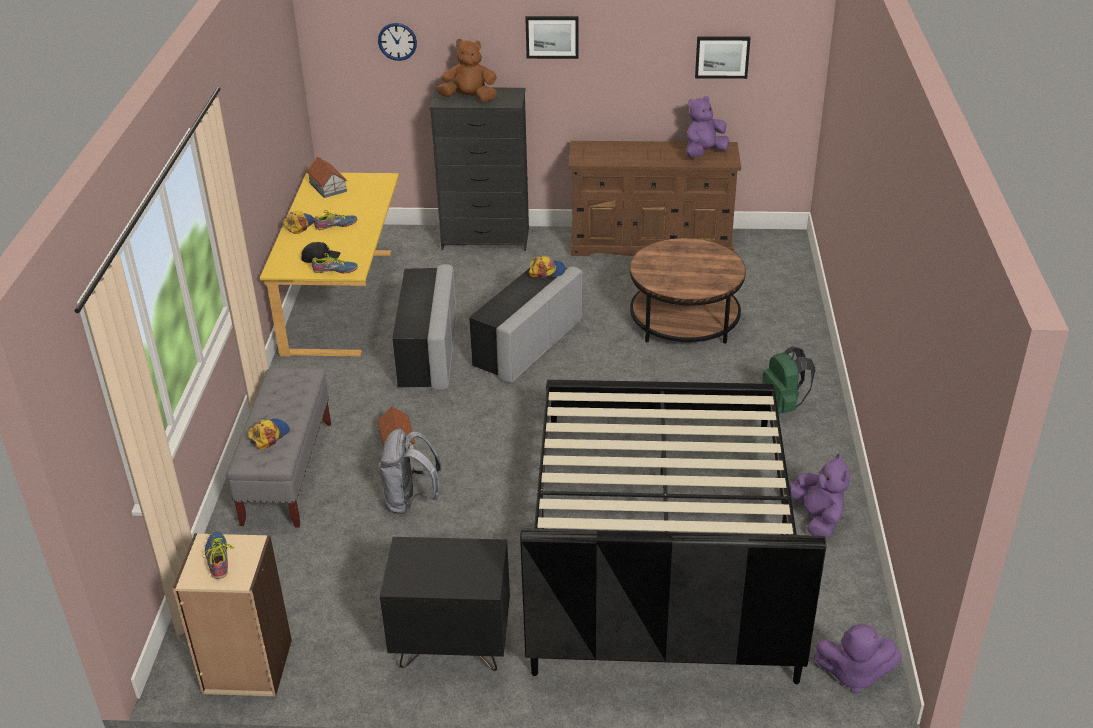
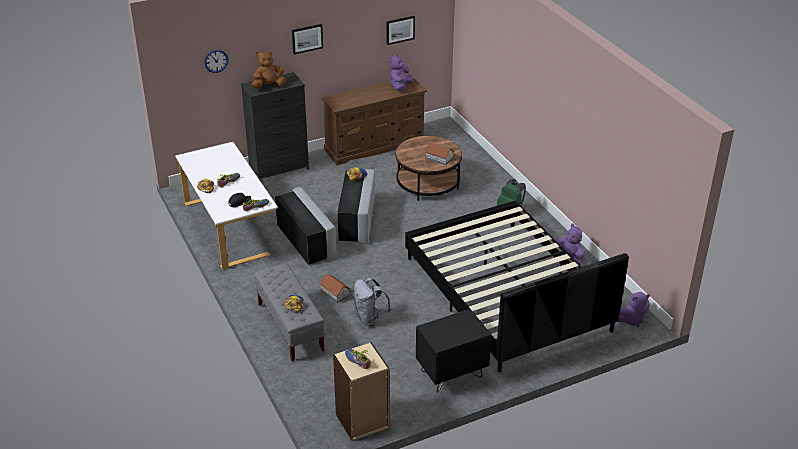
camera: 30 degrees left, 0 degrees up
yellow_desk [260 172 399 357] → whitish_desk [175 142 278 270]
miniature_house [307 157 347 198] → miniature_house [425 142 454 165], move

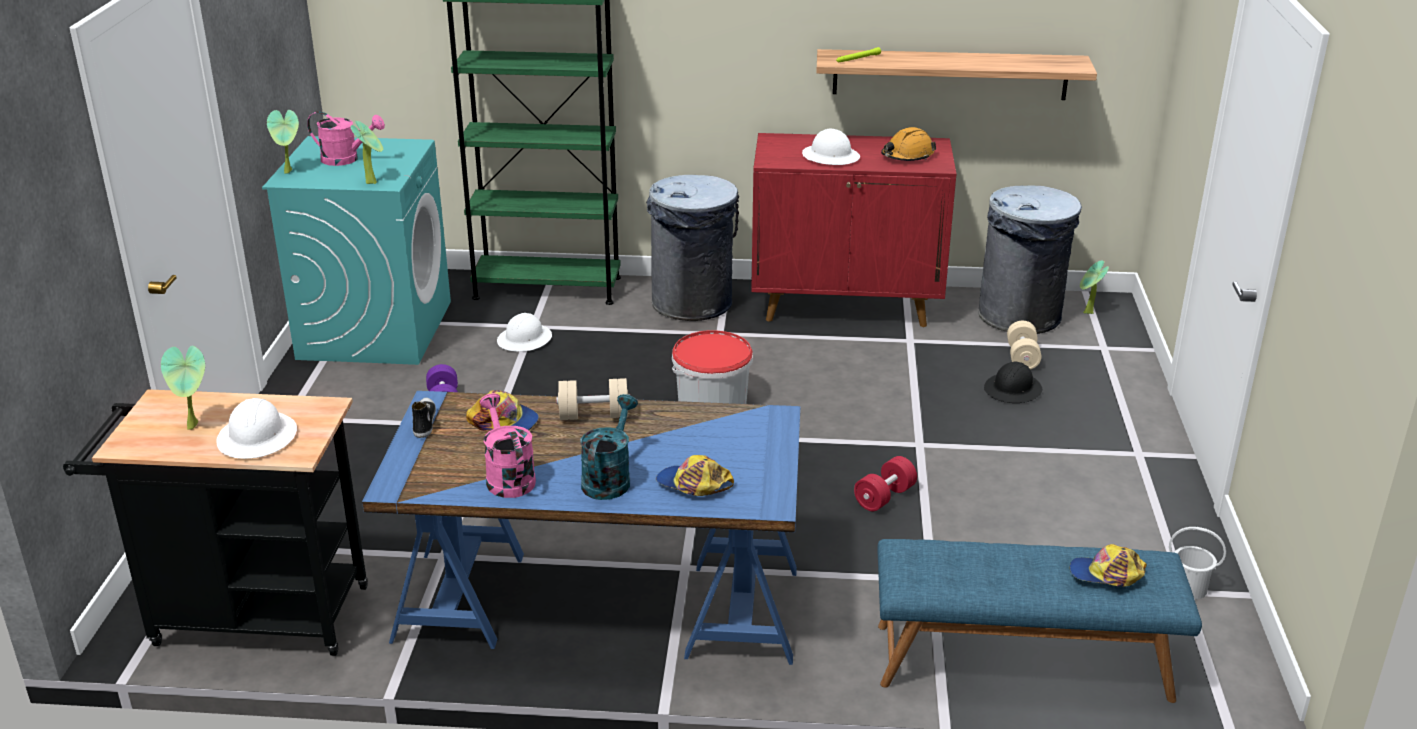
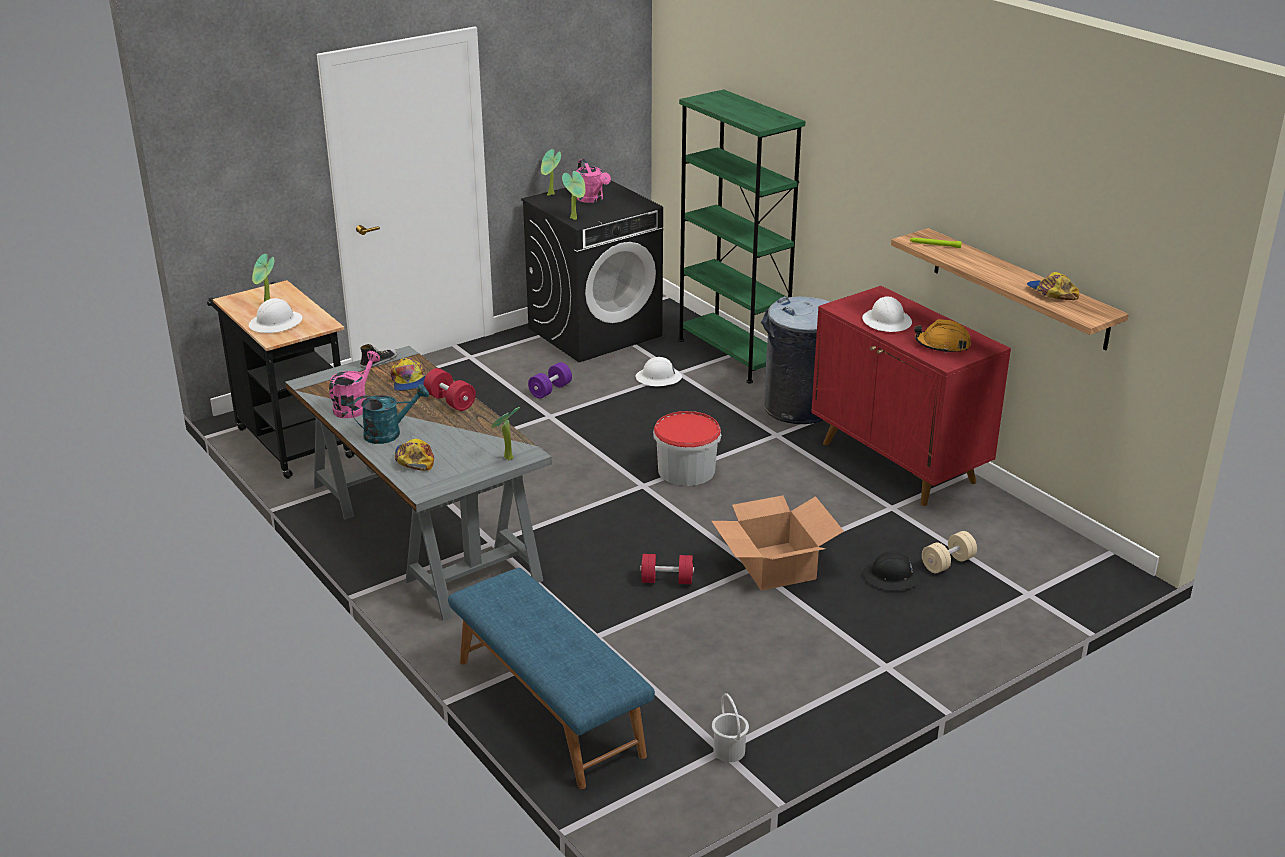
camera: 50 degrees right, 0 degrees up
bluish_desk [362 391 800 665] → greyish_desk [285 346 552 621]
sand-coloured_free_weight [556 378 630 420] → reddish_free_weight [423 368 476 411]
plant_in_a_pot [1080 261 1109 314] → plant_in_a_pot [491 407 520 461], move
turquoise_washing_machine [262 136 451 365] → blackish_washing_machine [521 181 663 362]
- → cardboard_box [711 495 844 591]
baseball_cap [1070 544 1147 586] → baseball_cap [1027 272 1079 300], move
greyish_trash_can [978 185 1082 334] → -

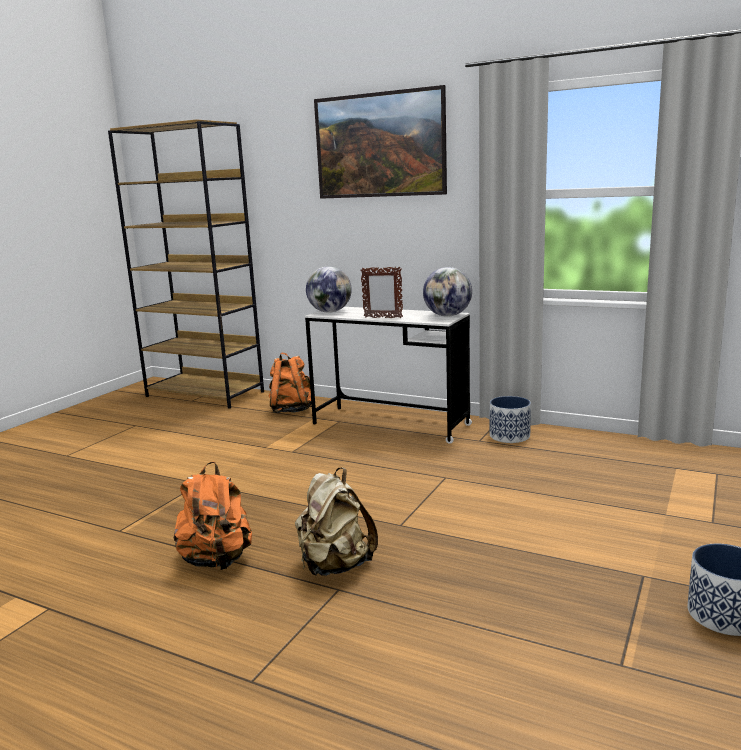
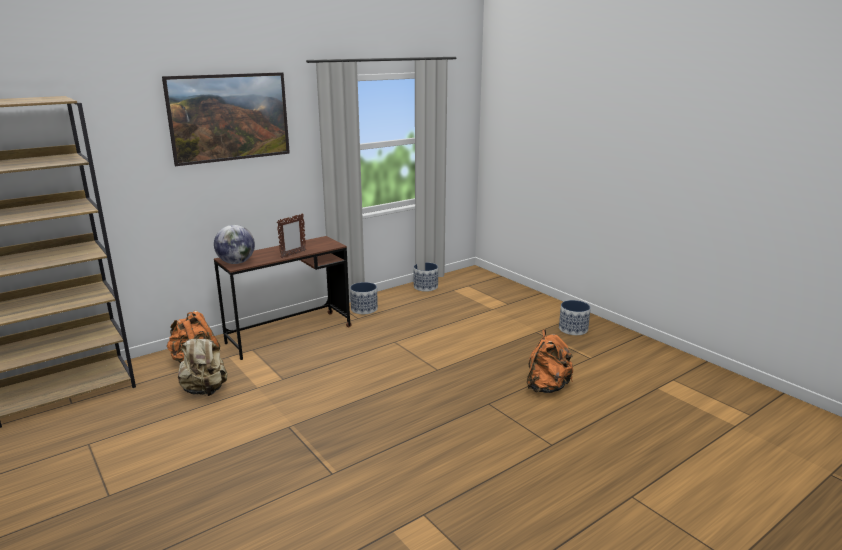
camera: 65 degrees left, 5 degrees up
sand-coloured_rucksack [295 468 378 576] → sand-coloured_rucksack [178 331 227 396], move
whitish_desk [305 307 472 444] → brown_desk [214 236 352 360]
- → plant_pot [414 262 438 292]
orange_rucksack [174 461 252 570] → orange_rucksack [527 329 573 393], move
globe [423 267 472 317] → -

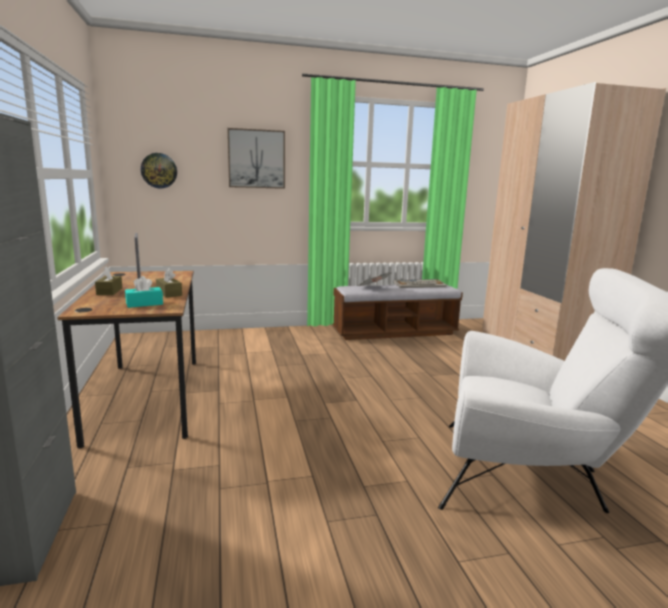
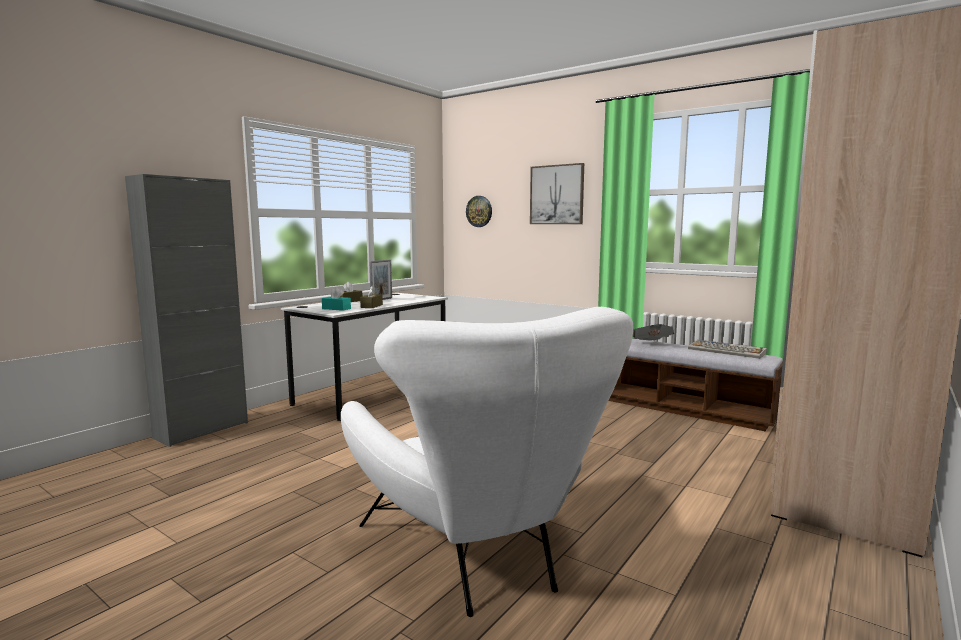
camera: 50 degrees right, 5 degrees down
brown_desk [57 271 196 449] → whitish_desk [281 293 448 421]

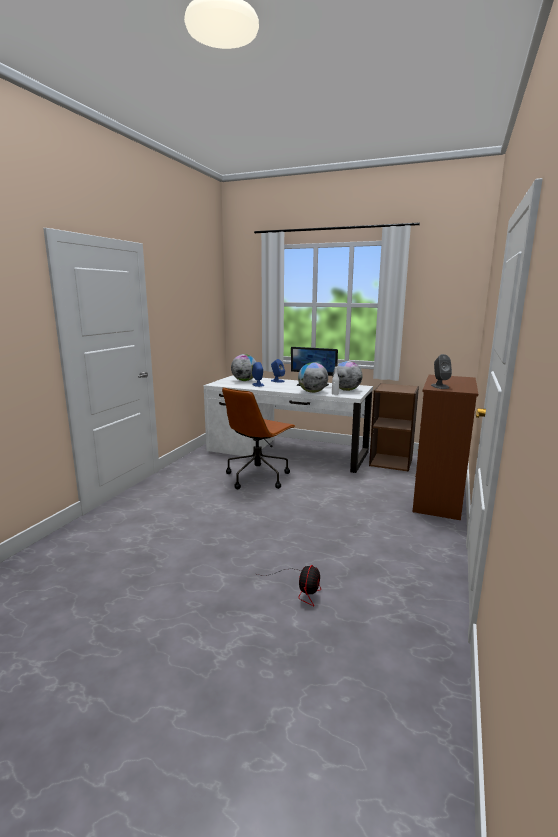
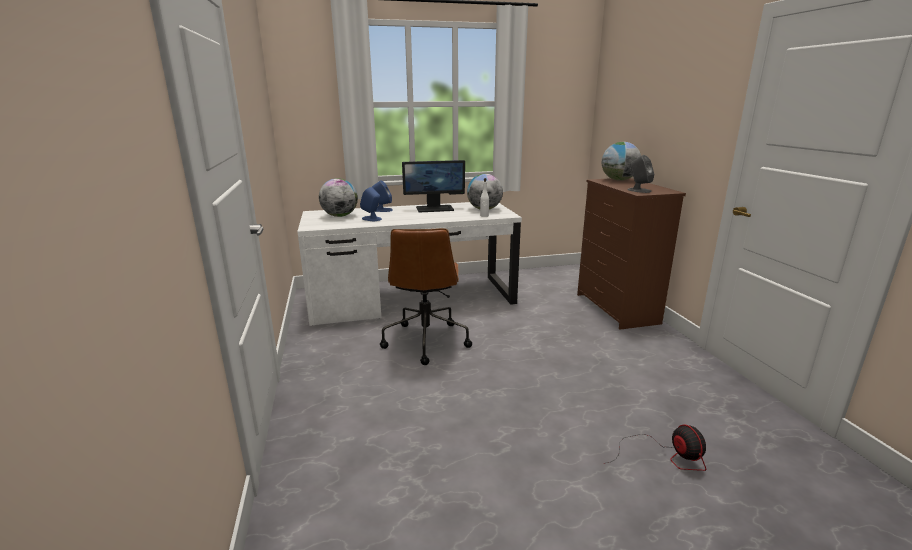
camera: 35 degrees left, 5 degrees up
globe [298 362 328 393] → globe [602 142 641 181], move
brown_shelving_unit [369 383 419 472] → -

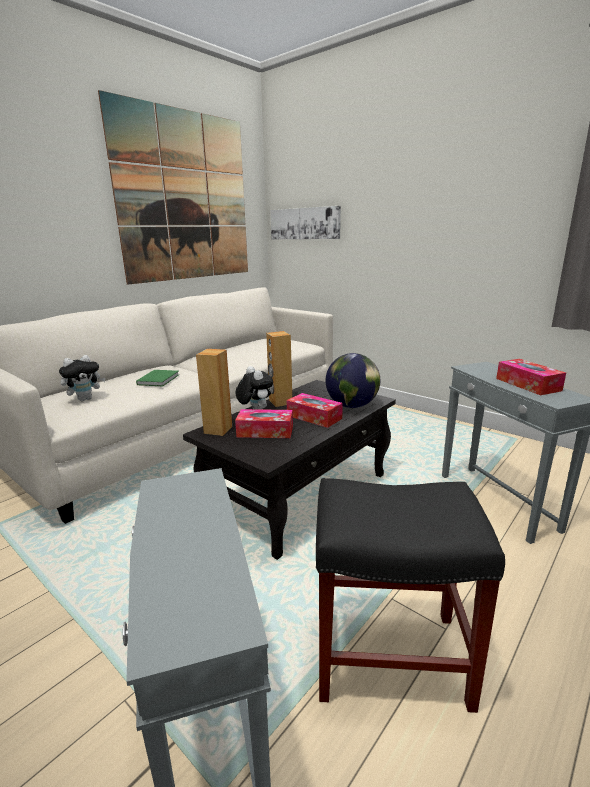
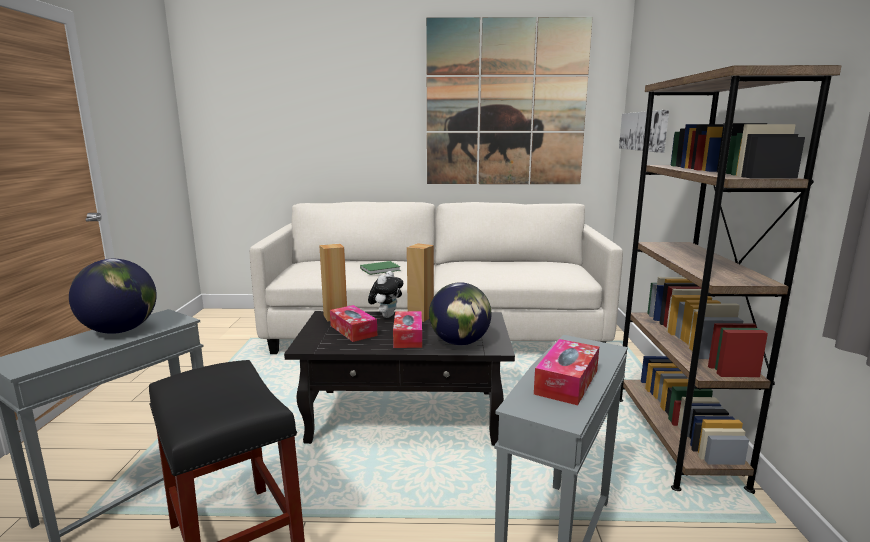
camera: 50 degrees right, 5 degrees down
- → globe [69 259 157 334]
- → brown_shelving_unit [619 65 842 494]
cuddly_toy [59 355 105 401] → -

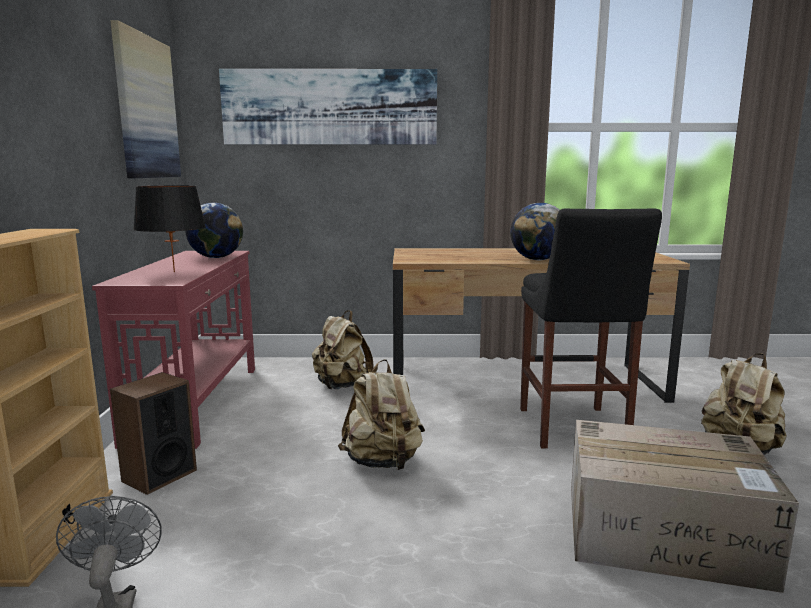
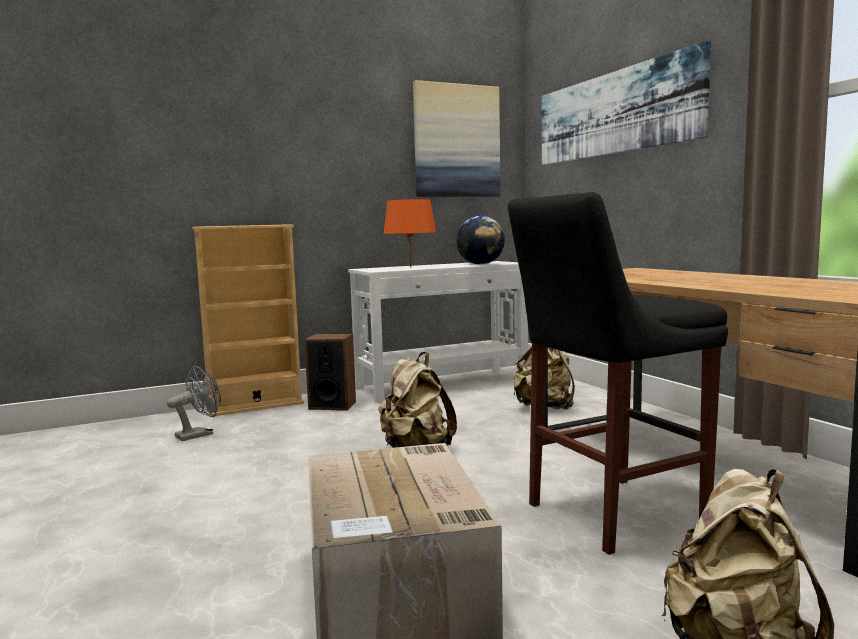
camera: 65 degrees right, 5 degrees down
reddish_narrow_table [92 251 255 449] → whitish_narrow_table [348 261 528 403]
blackish_tabletop_lamp [133 185 206 272] → orange_tabletop_lamp [383 199 436 268]
globe [510 203 560 260] → -

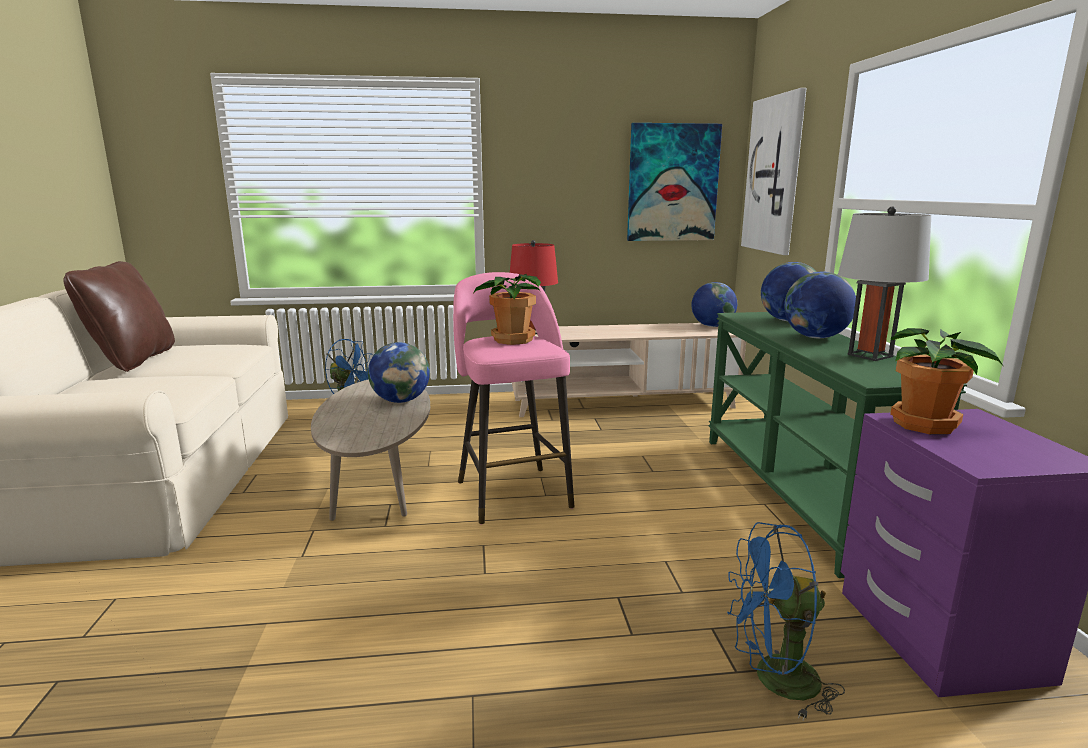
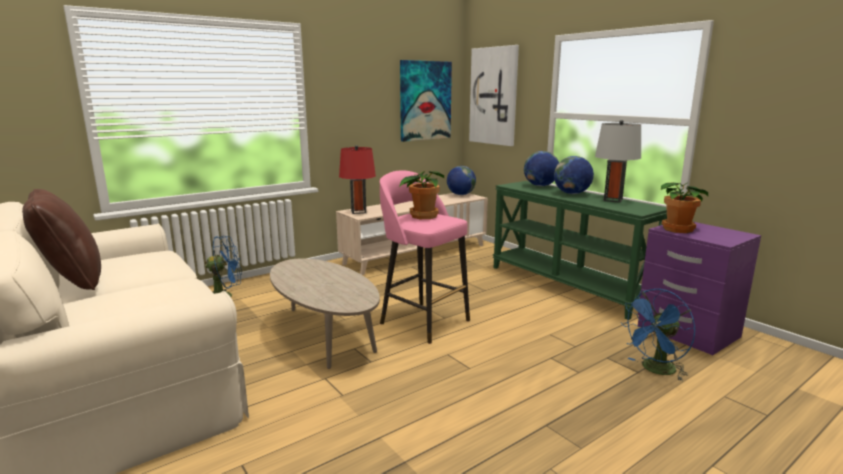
camera: 30 degrees left, 0 degrees up
globe [368 342 430 403] → -

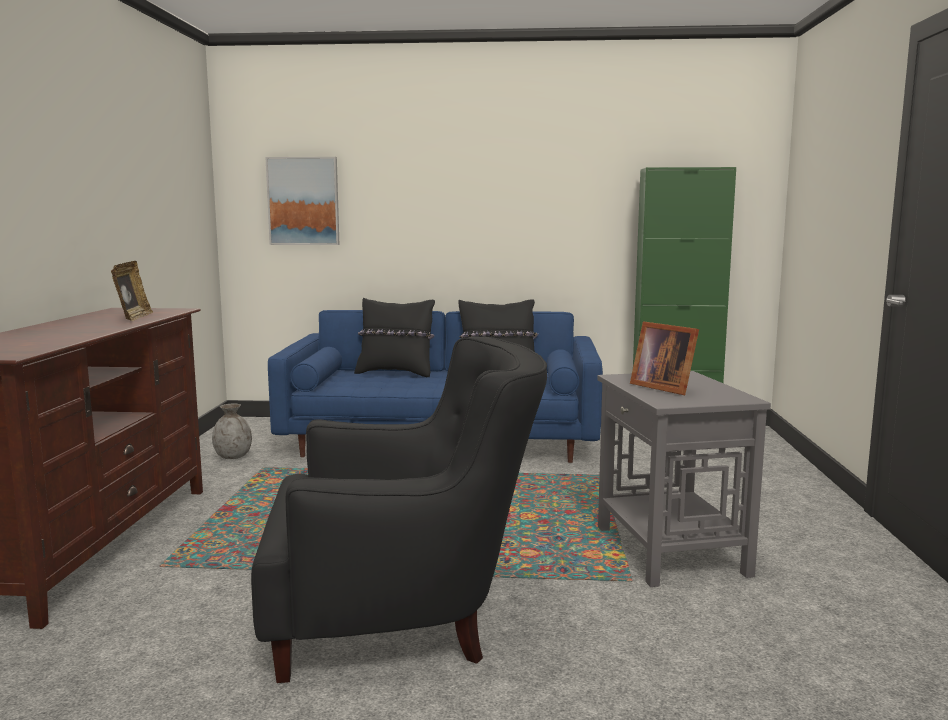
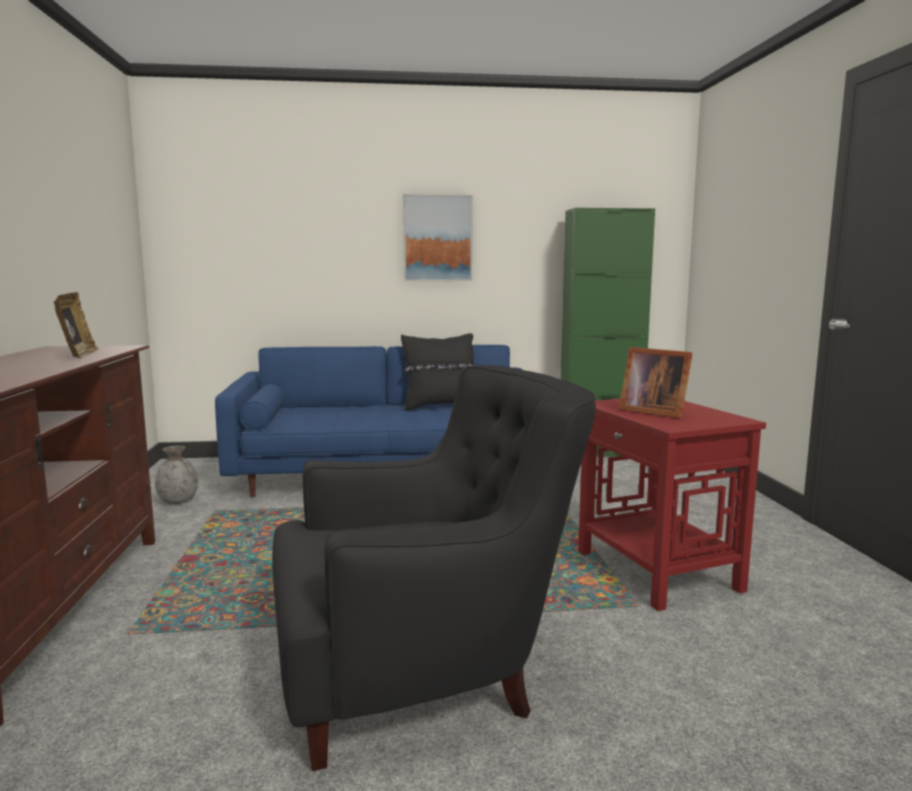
camera: 10 degrees left, 0 degrees up
wall_picture [265 157 339 245] → wall_picture [403 194 473 281], move
greyish_end_table [597 371 771 587] → reddish_end_table [578 398 766 611]
blackish_pillow [354 298 435 377] → -

